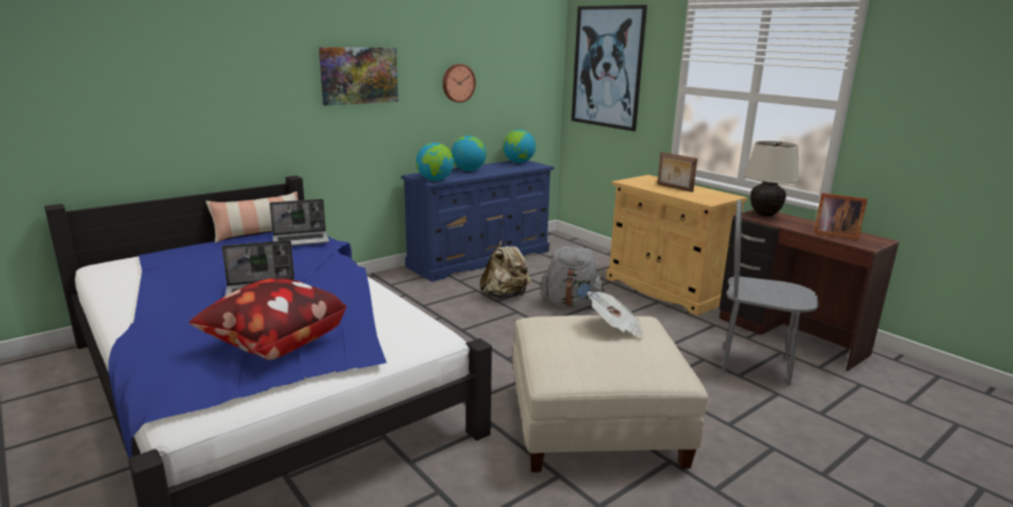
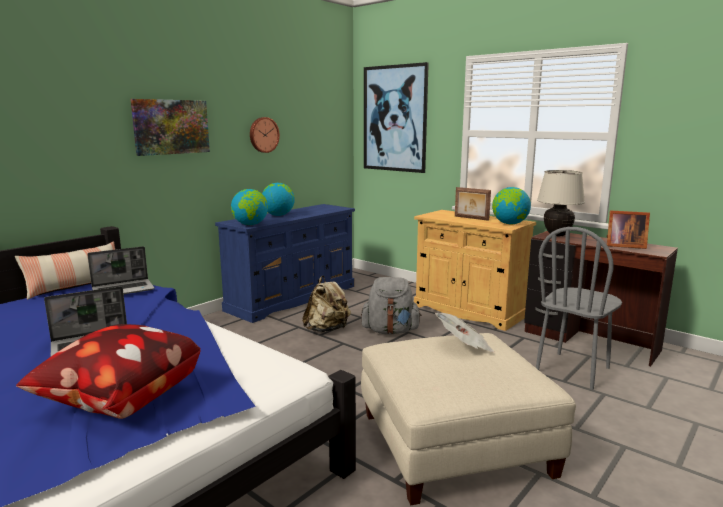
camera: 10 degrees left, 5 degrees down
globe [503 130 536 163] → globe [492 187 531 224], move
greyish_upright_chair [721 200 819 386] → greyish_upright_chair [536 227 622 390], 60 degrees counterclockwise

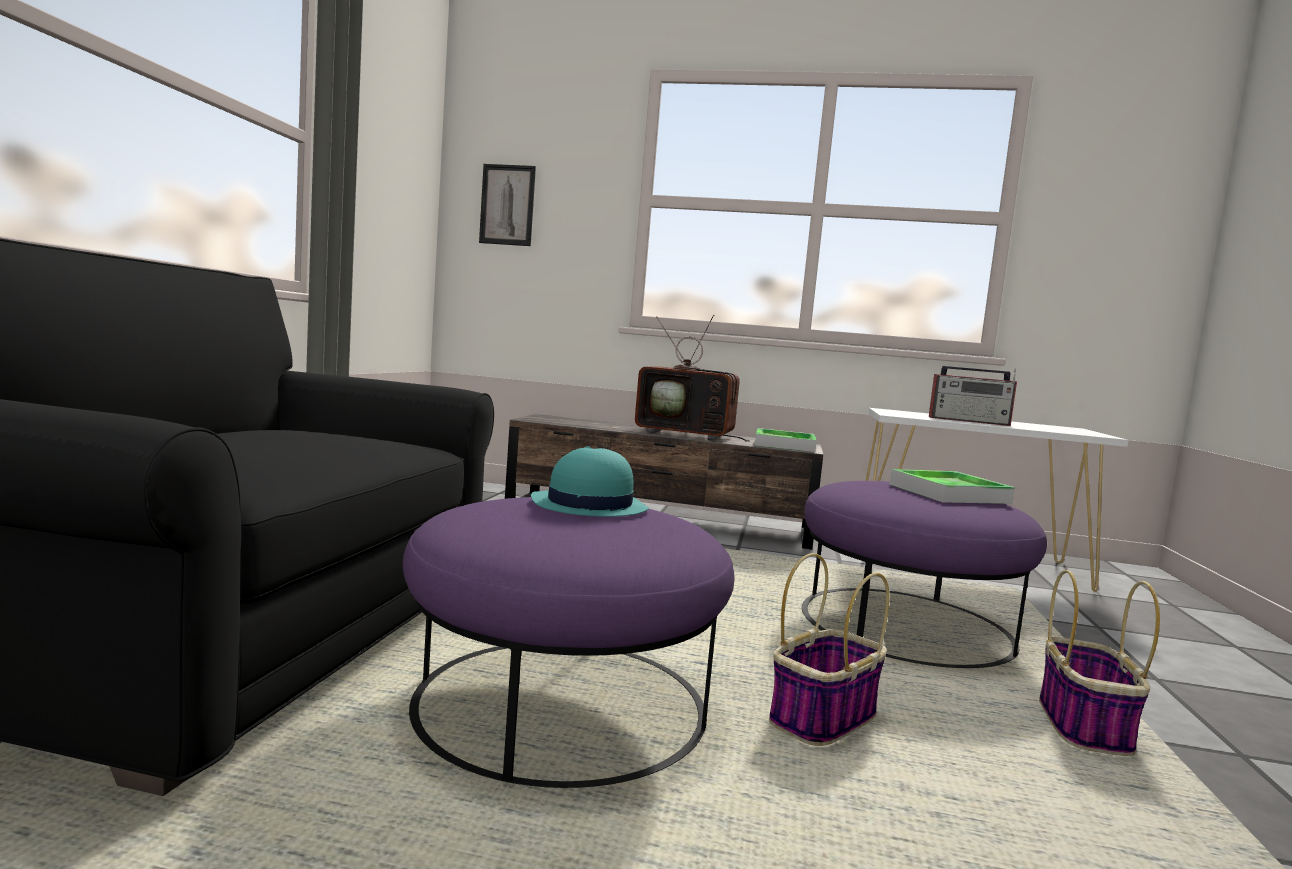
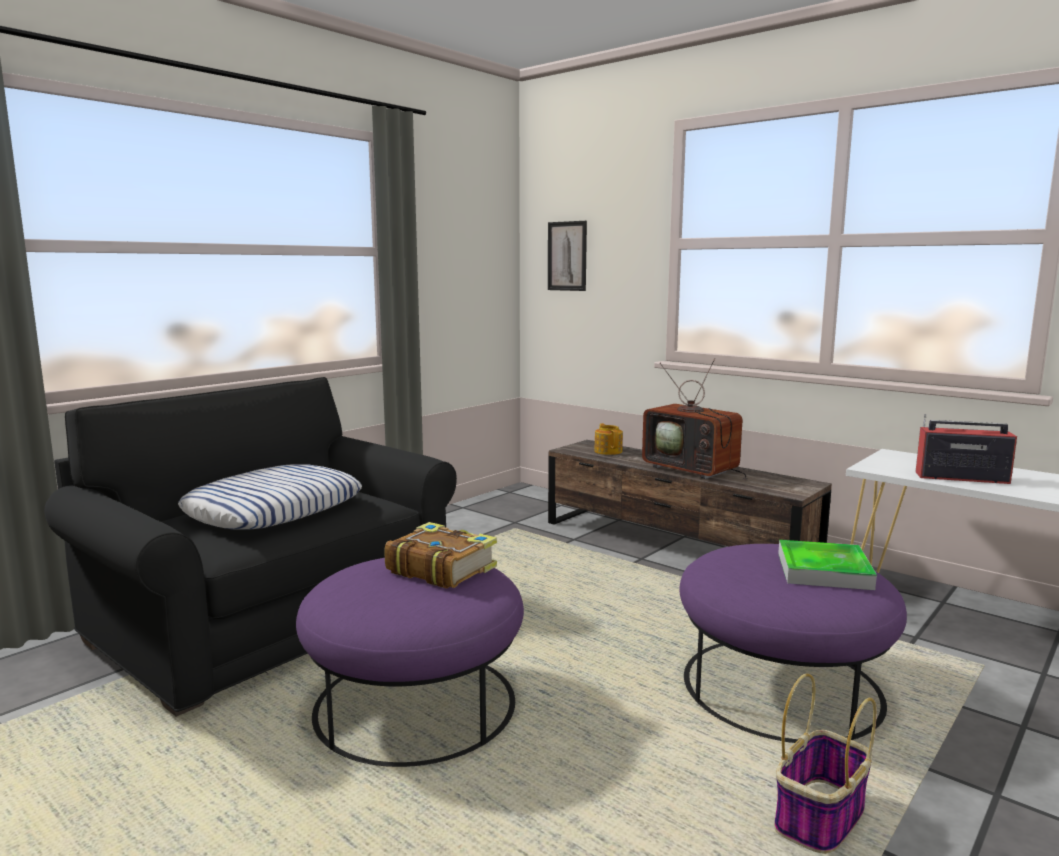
camera: 30 degrees right, 5 degrees up
- → pillow [178 465 362 529]
turquoise_wearable_hat [531 446 649 517] → book [385 522 497 589]
- → pot_for_tea [594 423 623 455]
radio_receiver [929 366 1017 426] → radio_receiver [916 414 1017 484], 150 degrees clockwise
carrying_tray [755 428 817 452] → -
basket [769 553 890 746] → -

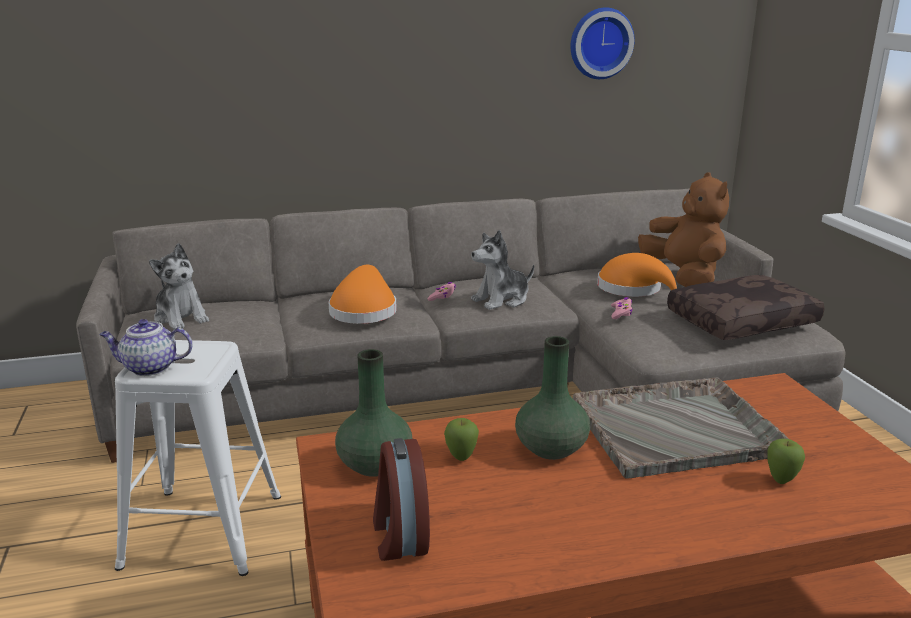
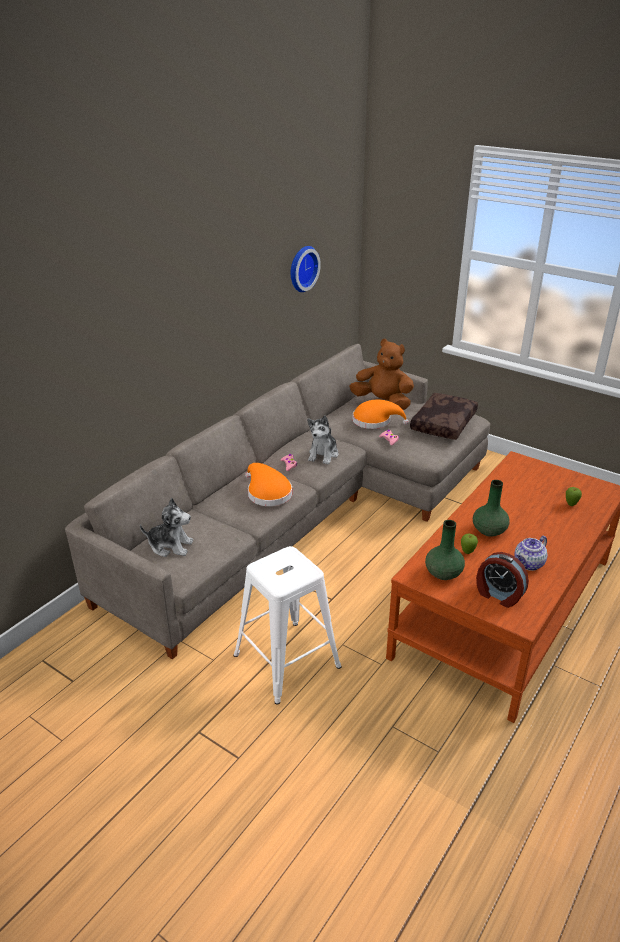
camera: 40 degrees left, 10 degrees up
pot_for_tea [99 319 193 376] → pot_for_tea [515 536 547 571], move
greyish_carrying_tray [573 377 789 479] → -

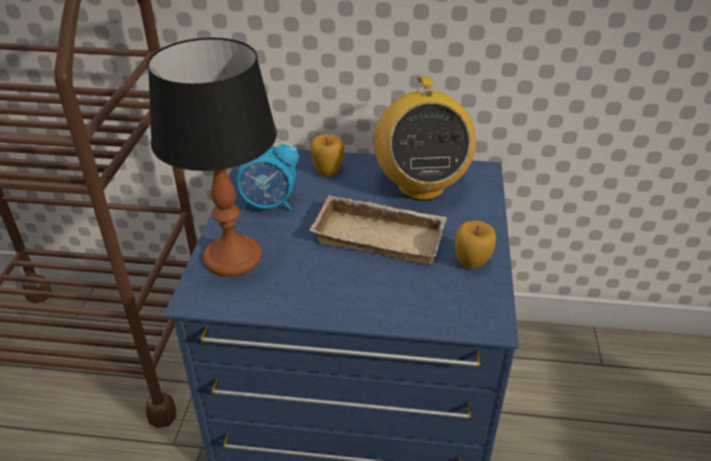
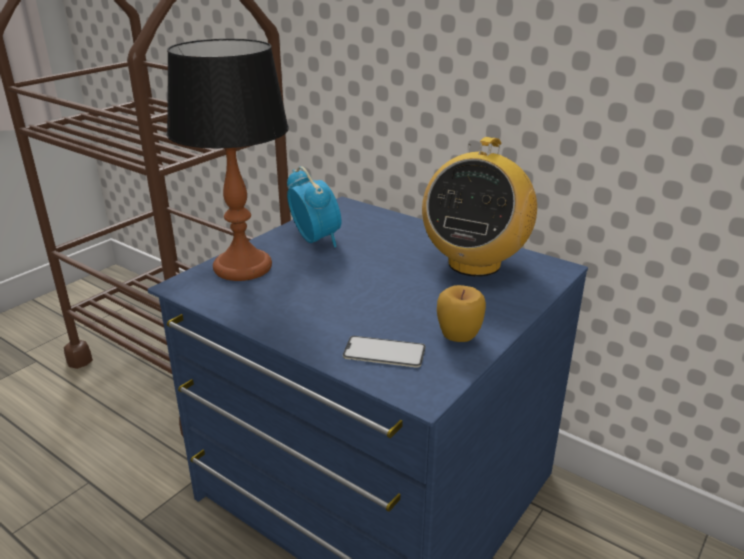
camera: 30 degrees right, 10 degrees down
alarm_clock [237 137 299 210] → alarm_clock [287 166 341 248], 150 degrees counterclockwise
- → handset [343 336 425 368]
sand-coloured_carrying_tray [309 195 447 265] → -
whole_apple [310 134 345 176] → -

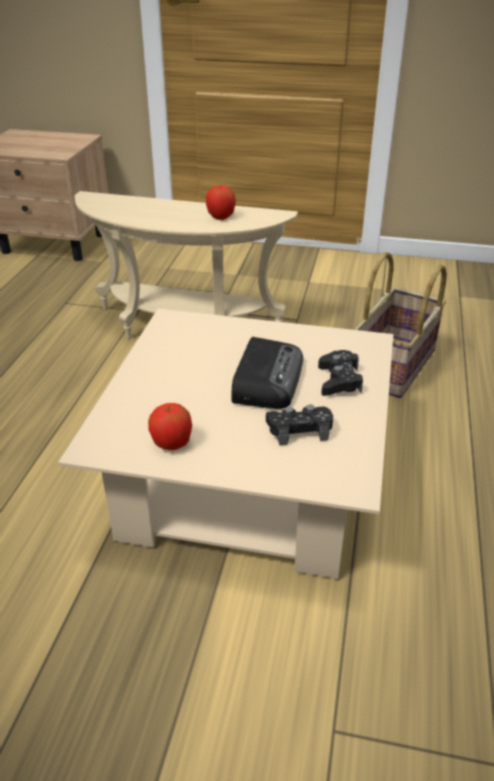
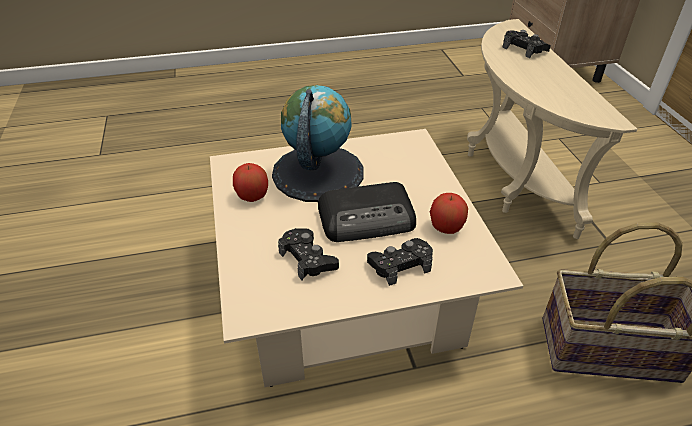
camera: 65 degrees right, 5 degrees up
- → globe [272 85 364 202]
whole_apple [206 185 236 220] → whole_apple [430 193 468 234], move
- → blackish_joypad [502 30 551 58]

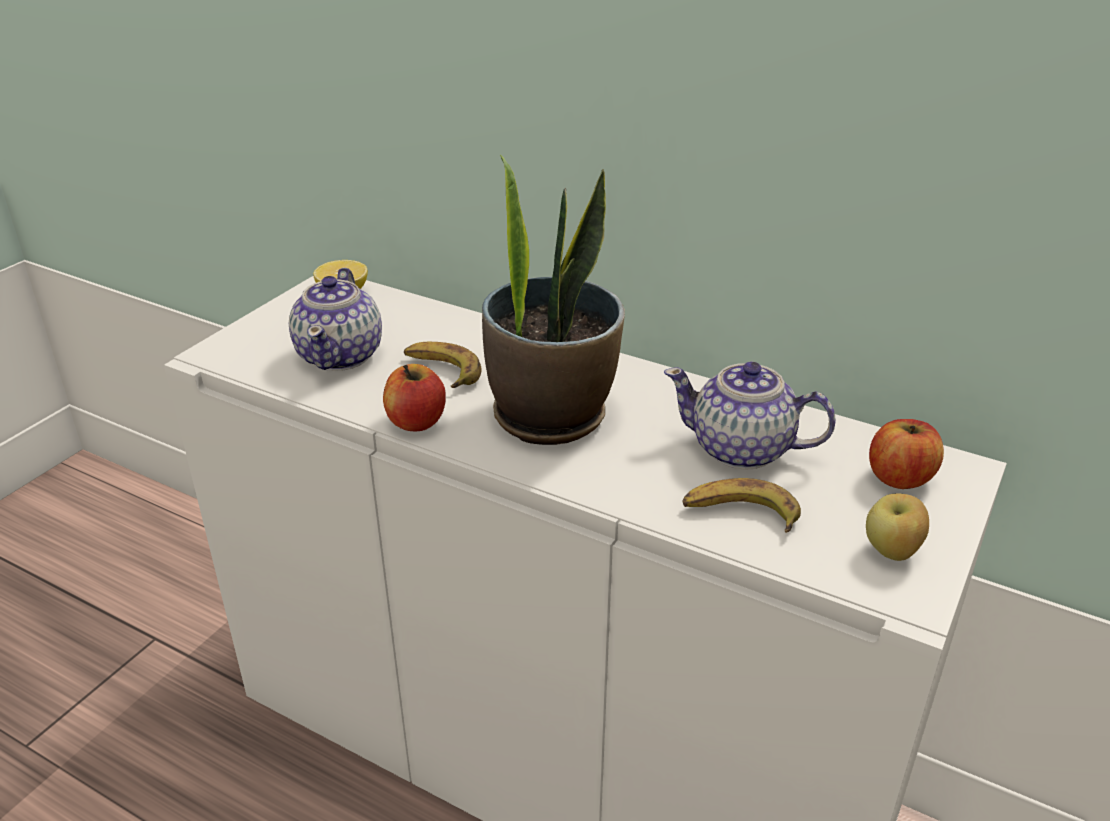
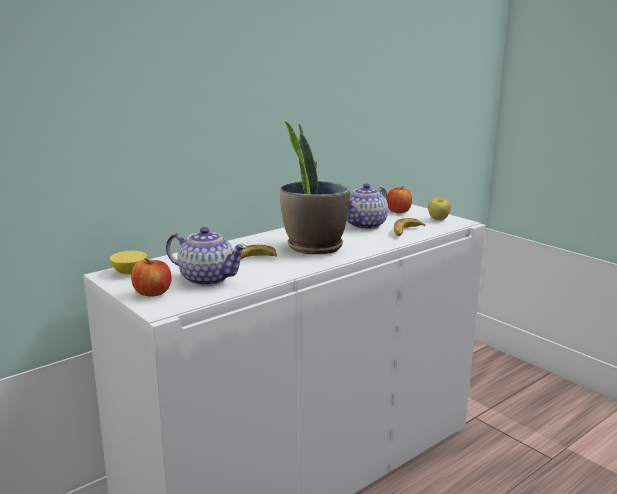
camera: 70 degrees left, 15 degrees down
whole_apple [383 364 446 431] → whole_apple [131 258 172 297], move

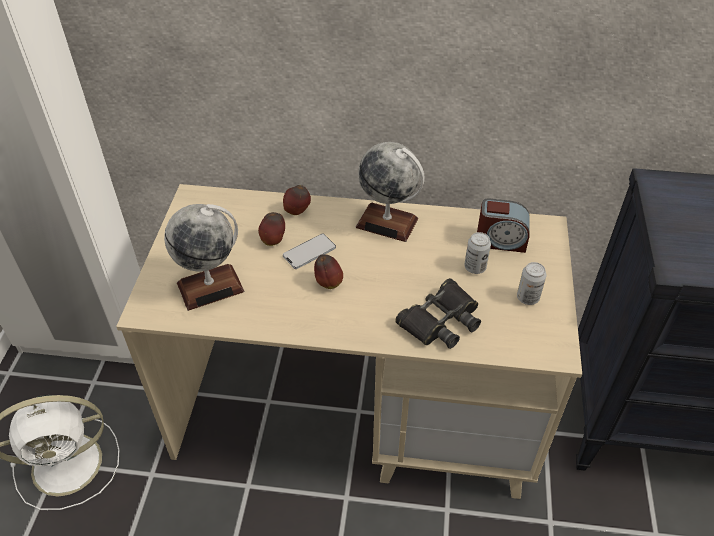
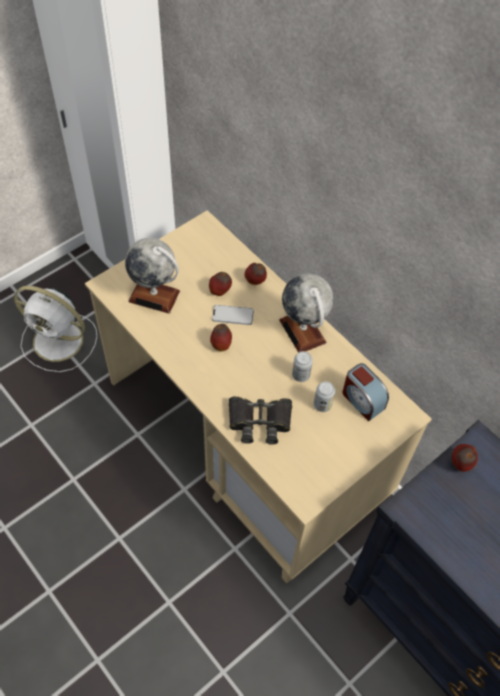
camera: 40 degrees right, 10 degrees up
metal_can [517 262 547 305] → metal_can [292 351 313 382], move
- → whole_apple [452 444 478 472]

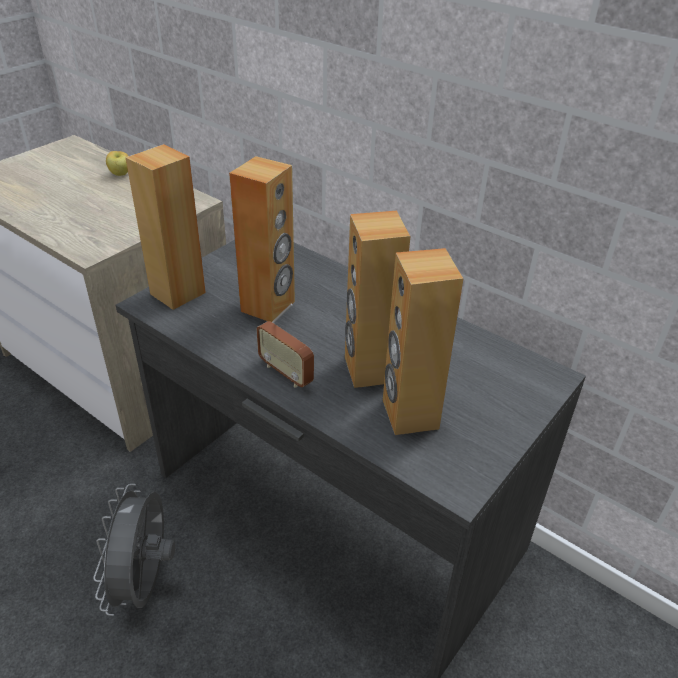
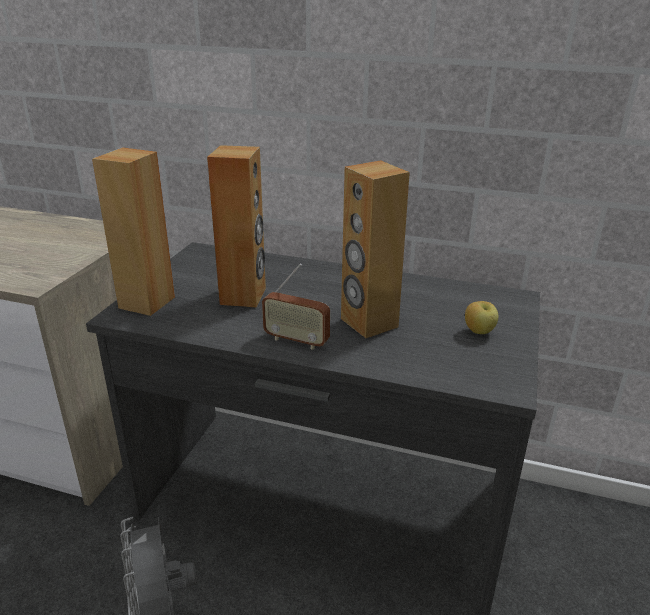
camera: 20 degrees left, 10 degrees down
whole_apple [106 151 128 176] → whole_apple [465 301 498 334], move
brown_speaker [383 248 464 435] → -

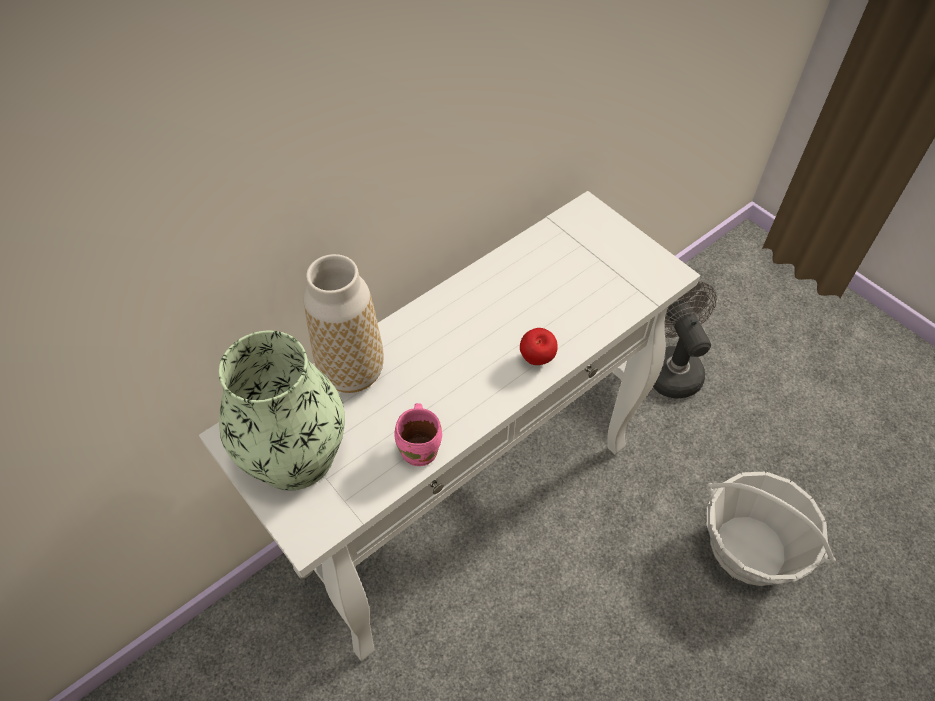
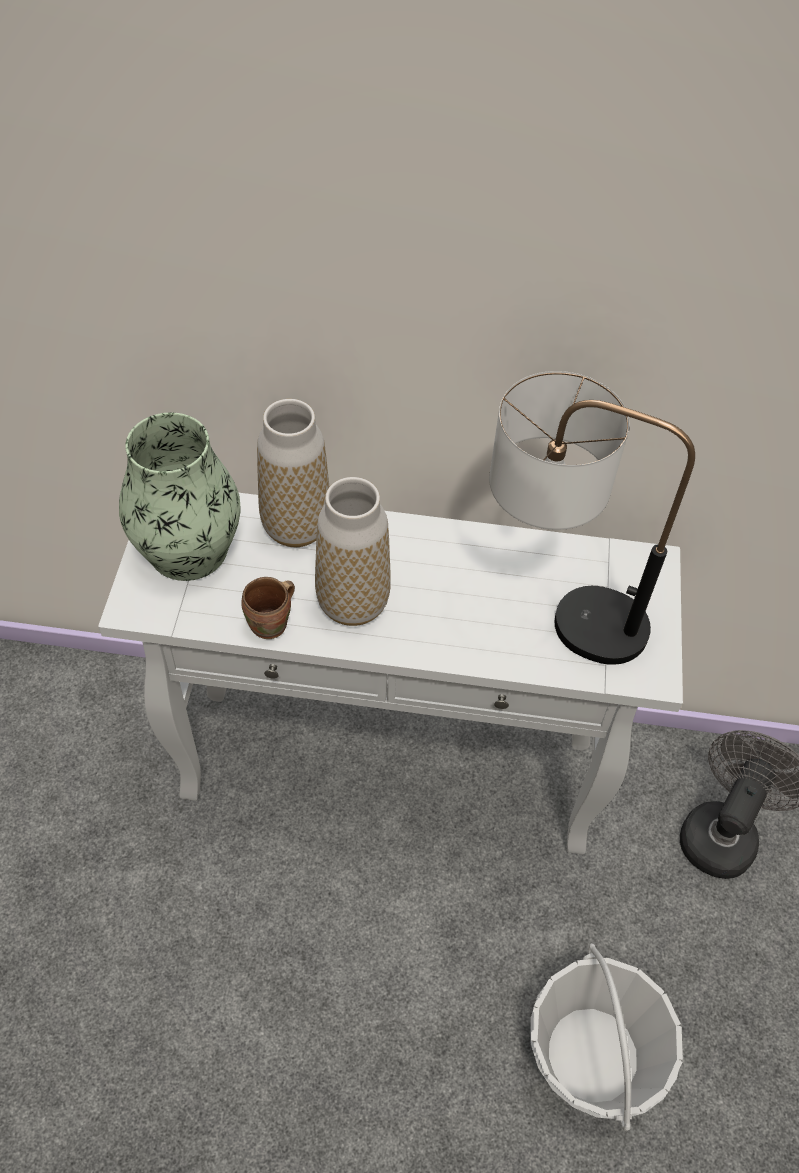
camera: 45 degrees right, 0 degrees up
pink-coloured_tea_mug [394 403 442 466] → brown_tea_mug [242 577 295 639]
- → flower_vase [315 477 391 626]
- → tabletop_lamp [489 371 695 665]
whole_apple [520 328 558 365] → -

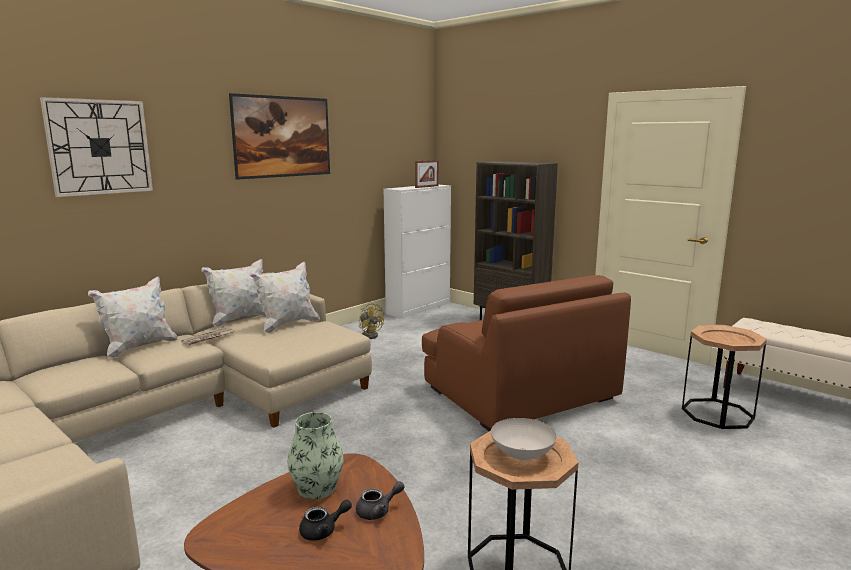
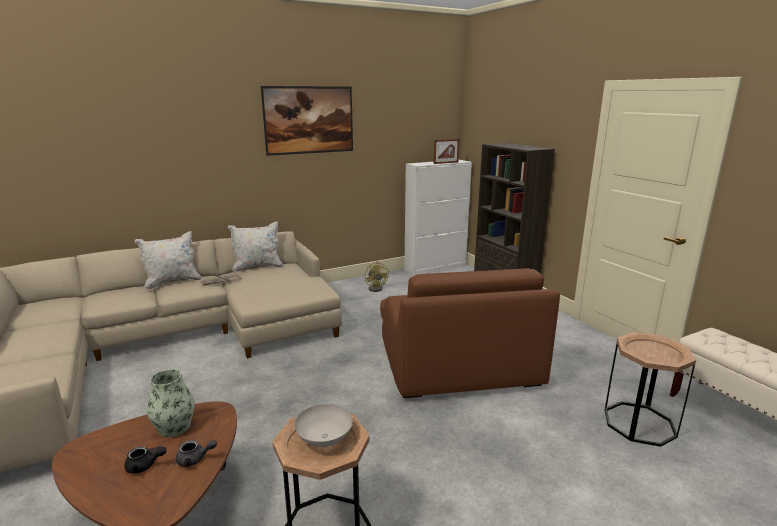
camera: 20 degrees right, 5 degrees up
clock_on_the_wall [40 97 153 197] → -
whitish_pillow [250 262 320 333] → -

